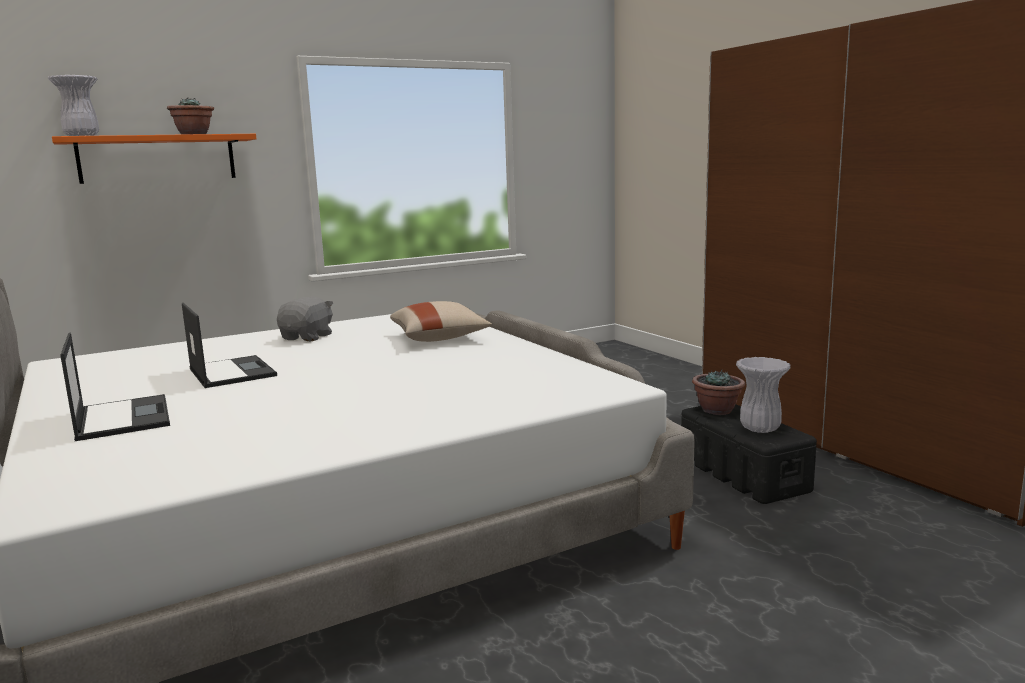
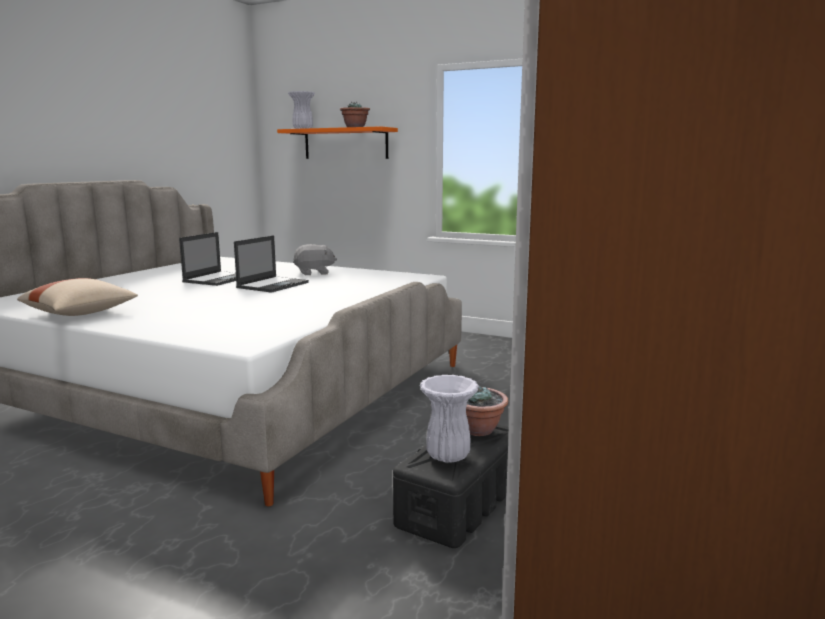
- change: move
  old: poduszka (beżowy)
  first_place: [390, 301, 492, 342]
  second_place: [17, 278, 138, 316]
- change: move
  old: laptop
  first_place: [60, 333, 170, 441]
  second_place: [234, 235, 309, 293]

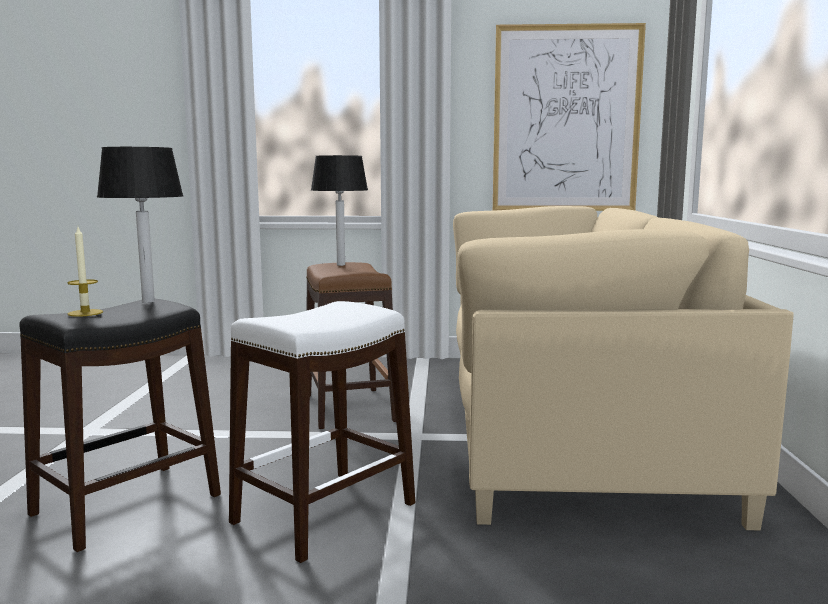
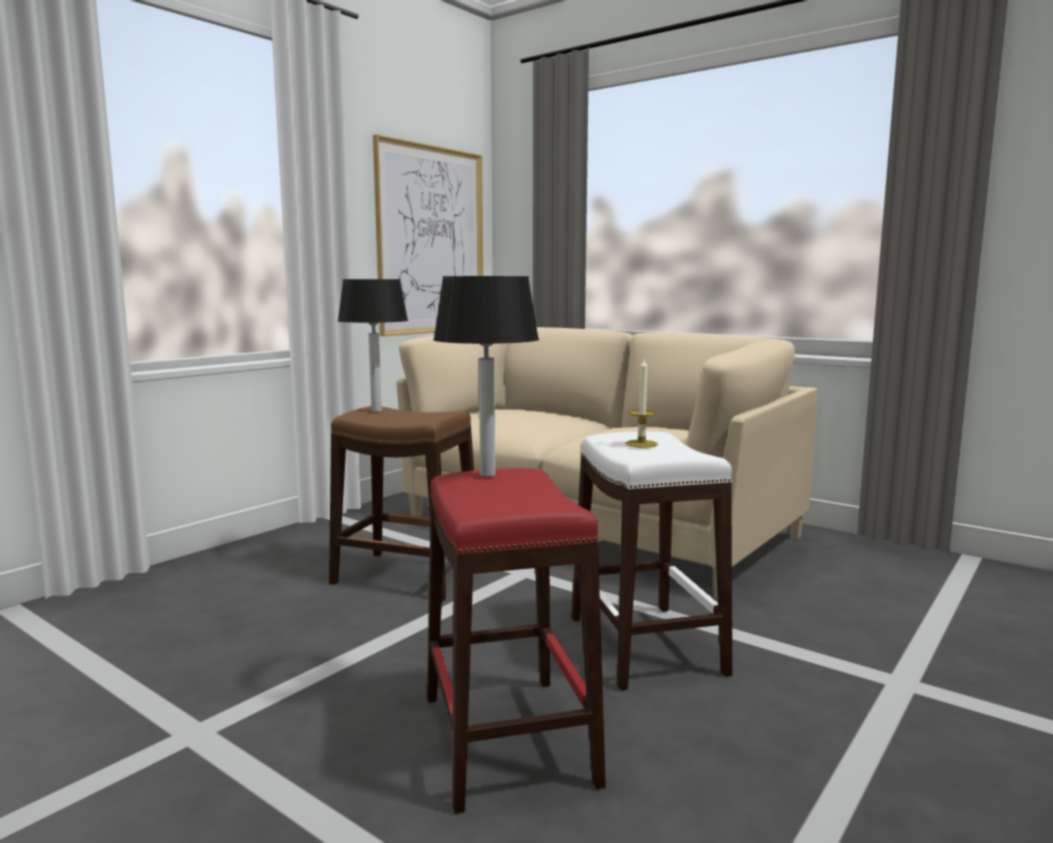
- change: move
  old: świeca
  first_place: [67, 227, 103, 317]
  second_place: [626, 359, 658, 447]
- change: recolor
  old: stołek (czarny)
  new: stołek (czerwony)
  first_place: [19, 299, 221, 552]
  second_place: [427, 468, 606, 814]

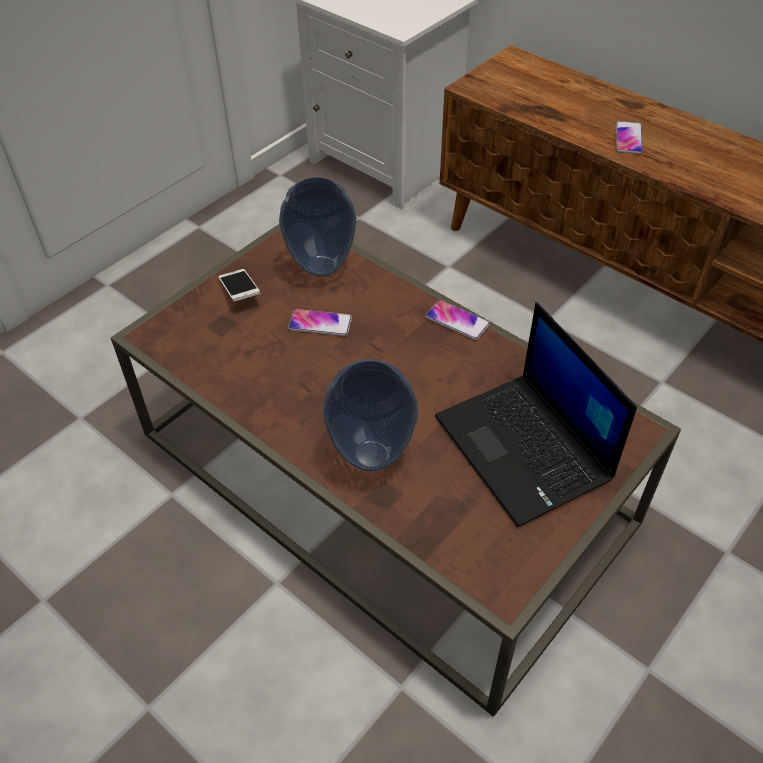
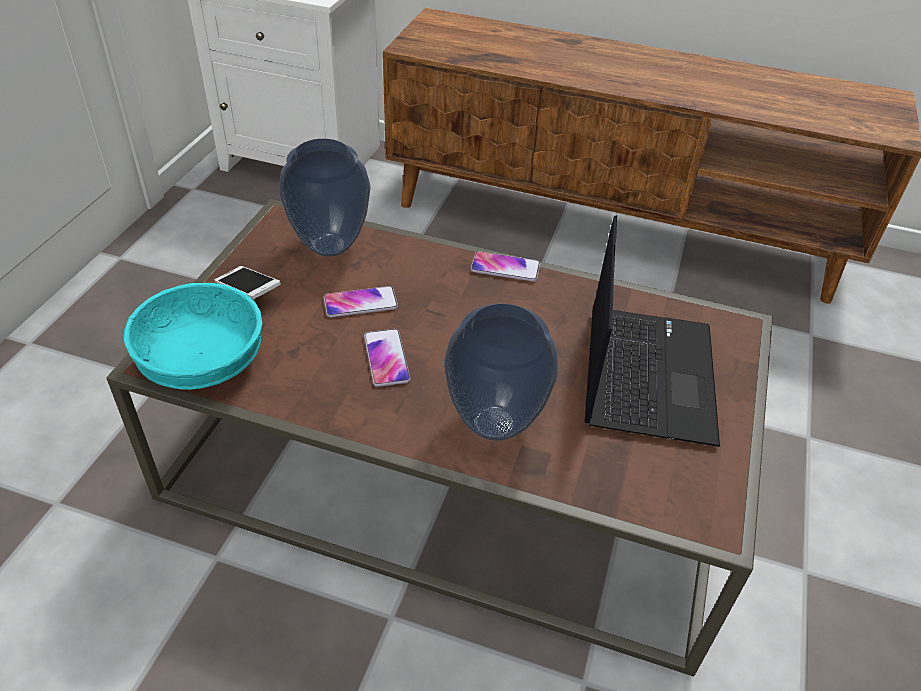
- change: move
  old: telefon
  first_place: [616, 121, 643, 154]
  second_place: [364, 329, 411, 387]
- change: rotate
  old: laptop
  first_place: [435, 302, 637, 527]
  second_place: [585, 215, 720, 447]
  degrees: -120
- change: insert
  new: miska (turkusowy)
  second_place: [124, 283, 262, 390]

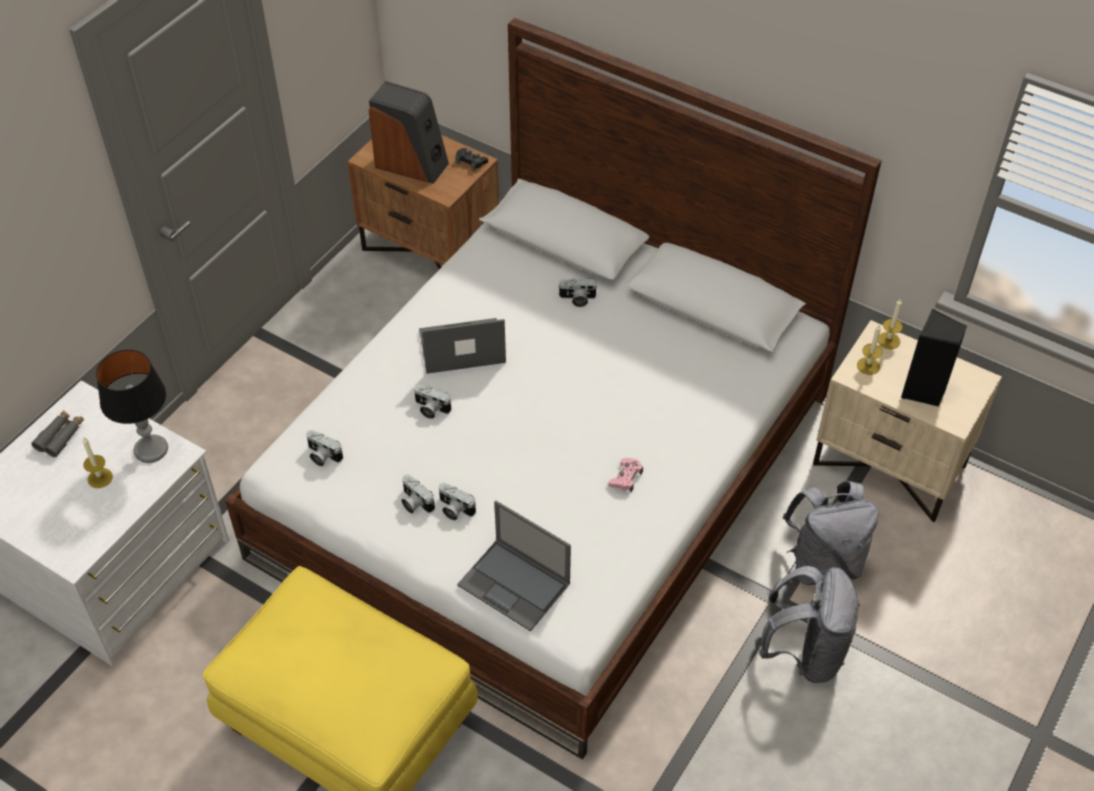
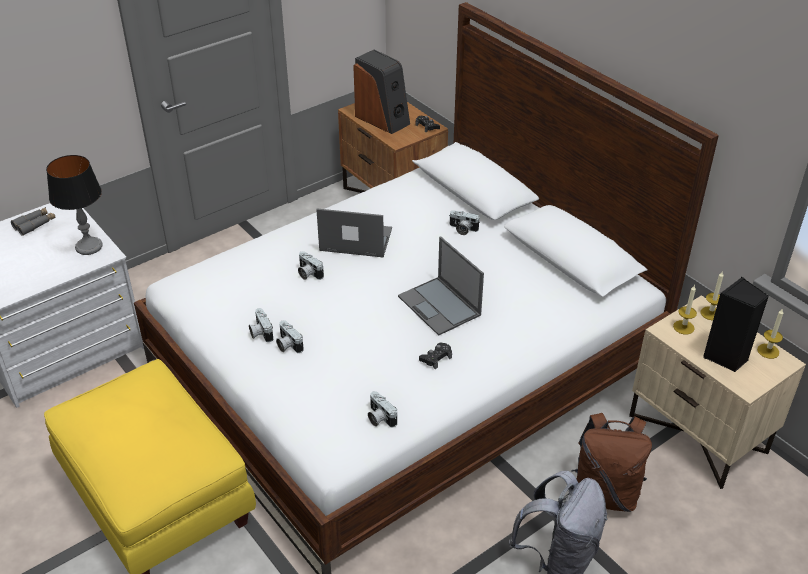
- change: move
  old: aparat fotograficzny
  first_place: [306, 430, 343, 466]
  second_place: [368, 391, 397, 428]
- change: move
  old: świeca
  first_place: [82, 438, 113, 488]
  second_place: [757, 308, 783, 359]
- change: recolor
  old: pad do gier (różowy)
  new: pad do gier (czarny)
  first_place: [609, 458, 643, 492]
  second_place: [419, 343, 452, 369]
- change: recolor
  old: plecak (szary)
  new: plecak (brązowy)
  first_place: [782, 481, 878, 585]
  second_place: [571, 413, 652, 512]
- change: move
  old: laptop
  first_place: [457, 501, 571, 632]
  second_place: [398, 236, 484, 336]

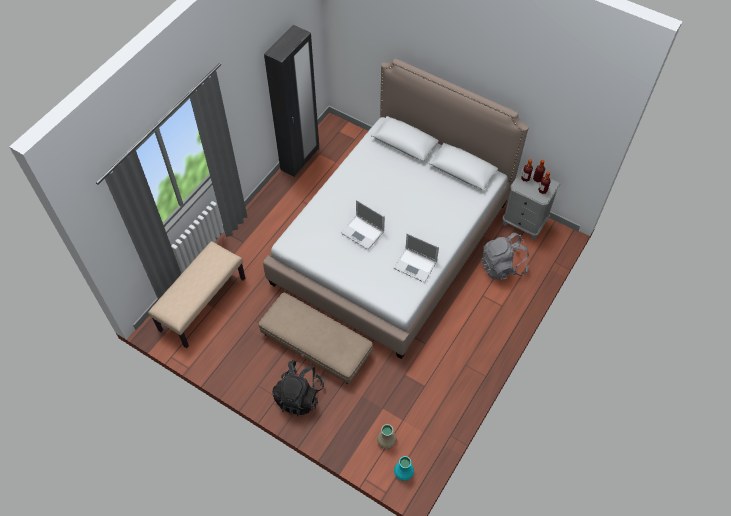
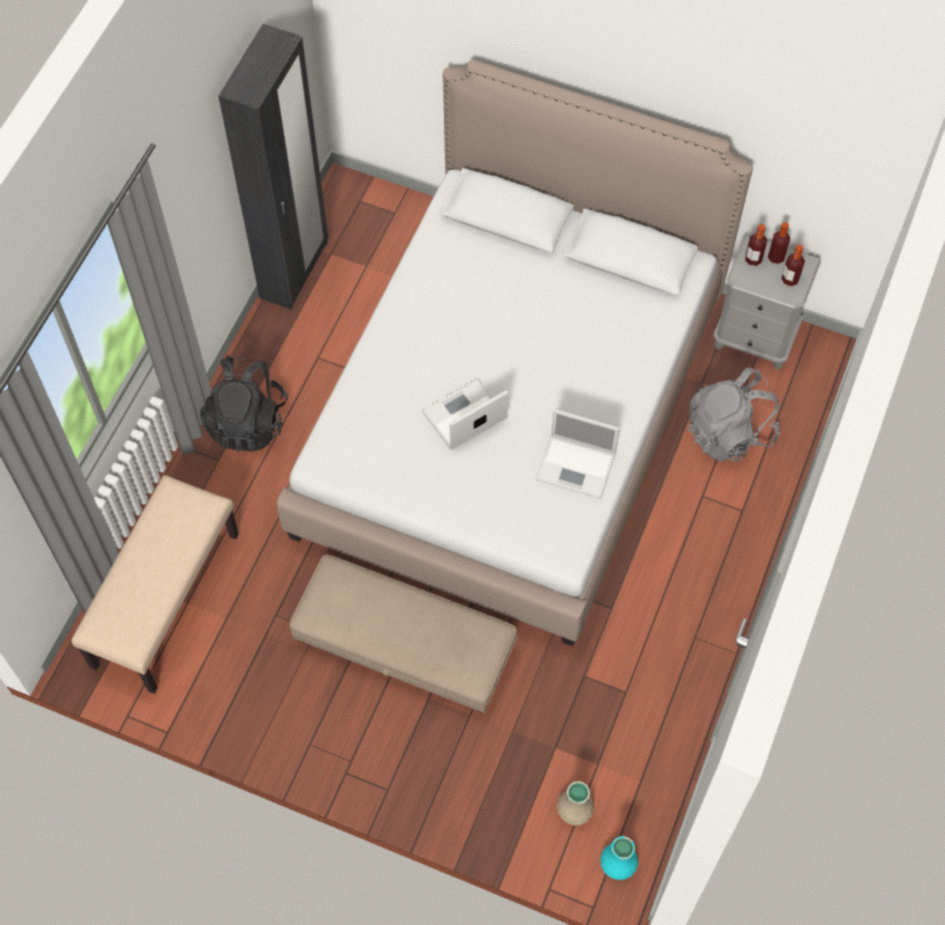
- change: rotate
  old: laptop
  first_place: [341, 200, 385, 250]
  second_place: [422, 379, 508, 450]
  degrees: 120
- change: move
  old: plecak (czarny)
  first_place: [272, 359, 324, 416]
  second_place: [200, 356, 288, 452]

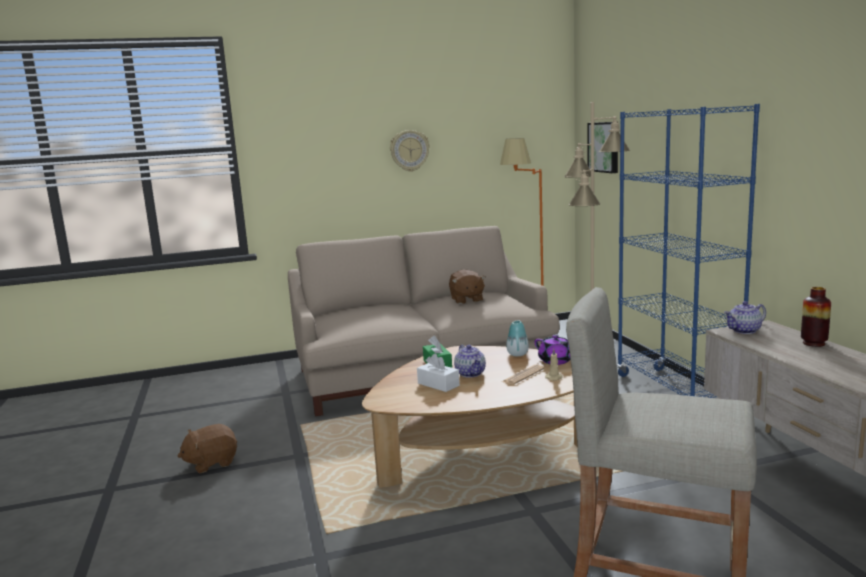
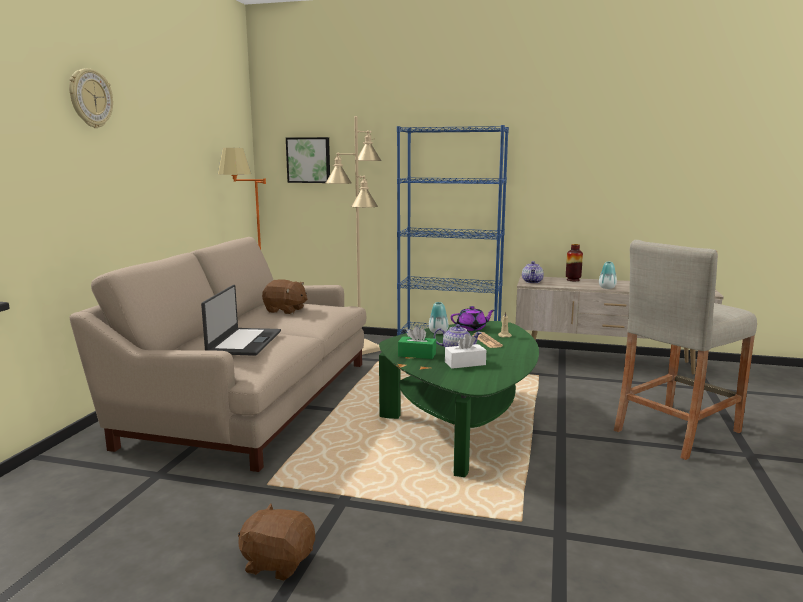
- change: move
  old: zegar ścienny
  first_place: [390, 130, 430, 172]
  second_place: [69, 68, 113, 128]
- change: recolor
  old: ława (brązowy)
  new: ława (zielony)
  first_place: [362, 346, 578, 488]
  second_place: [379, 321, 539, 477]
- change: rotate
  old: pluszak (brązowy)
  first_place: [178, 424, 237, 473]
  second_place: [238, 503, 315, 581]
  degrees: 105
- change: insert
  new: wazon
  second_place: [599, 262, 617, 289]
- change: insert
  new: laptop
  second_place: [201, 285, 281, 356]

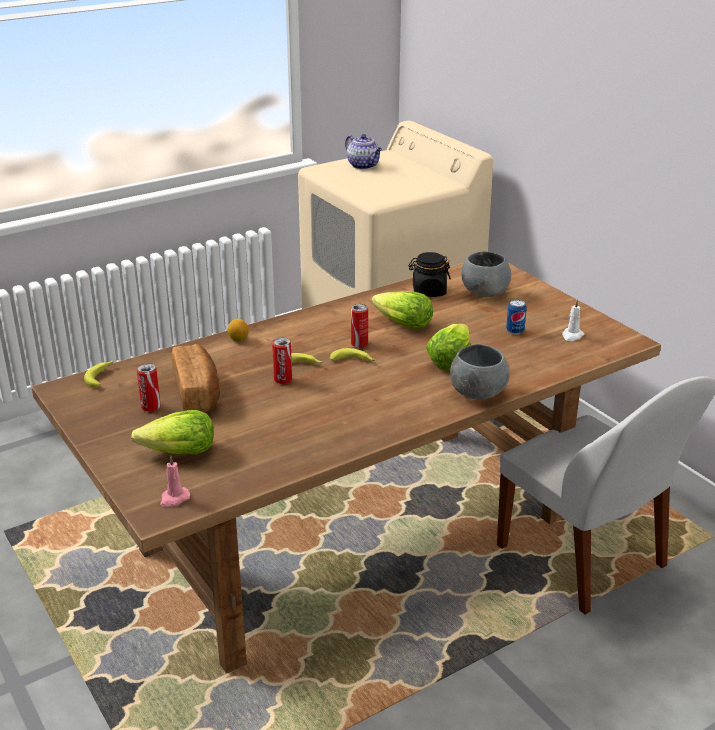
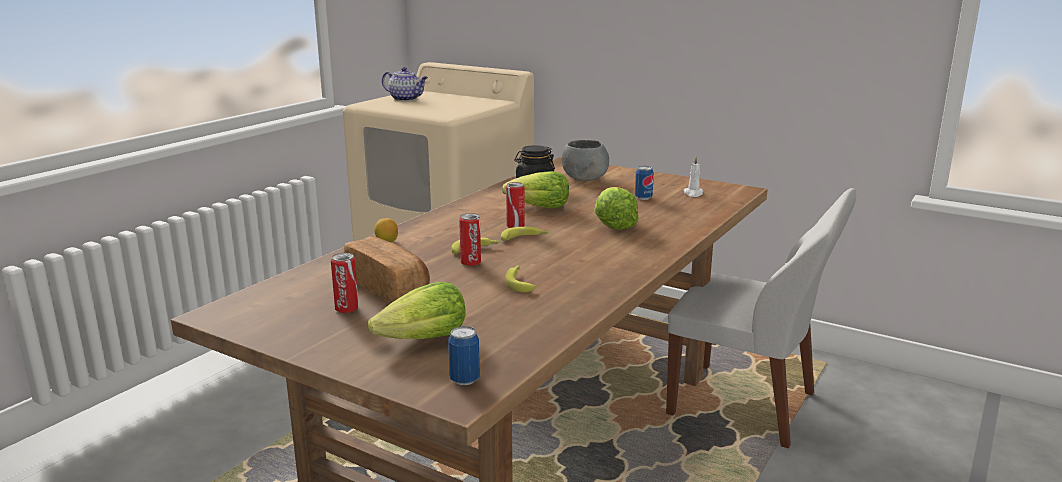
- change: delete
  old: miska (szary)
  first_place: [450, 344, 510, 400]
- change: move
  old: banan
  first_place: [84, 361, 113, 388]
  second_place: [505, 265, 536, 292]
- change: replace
  old: świeca (różowy)
  new: puszka
  first_place: [160, 455, 190, 507]
  second_place: [448, 326, 480, 385]

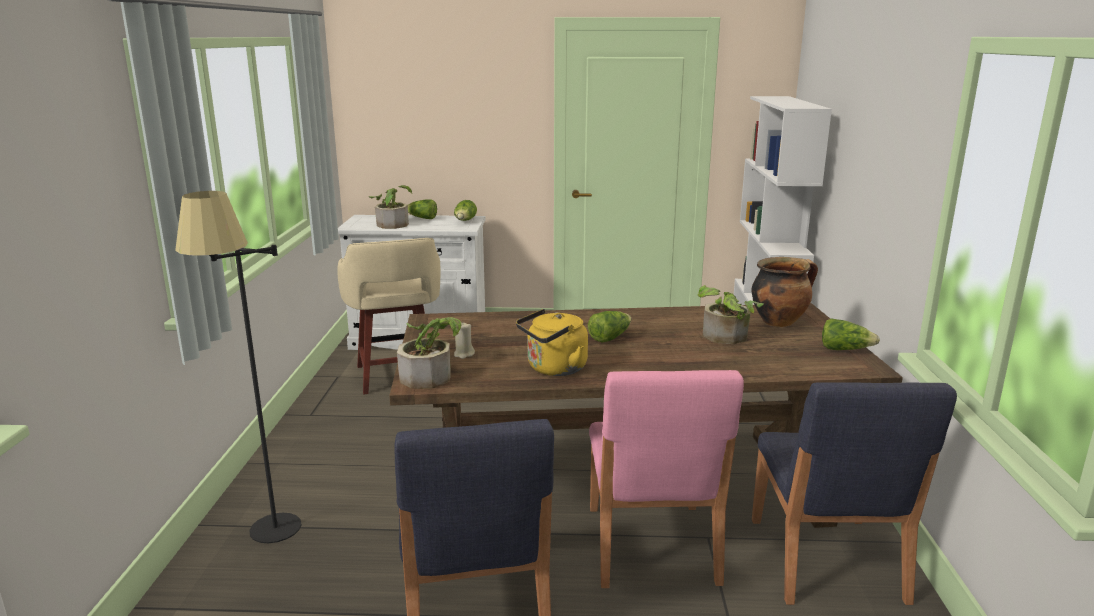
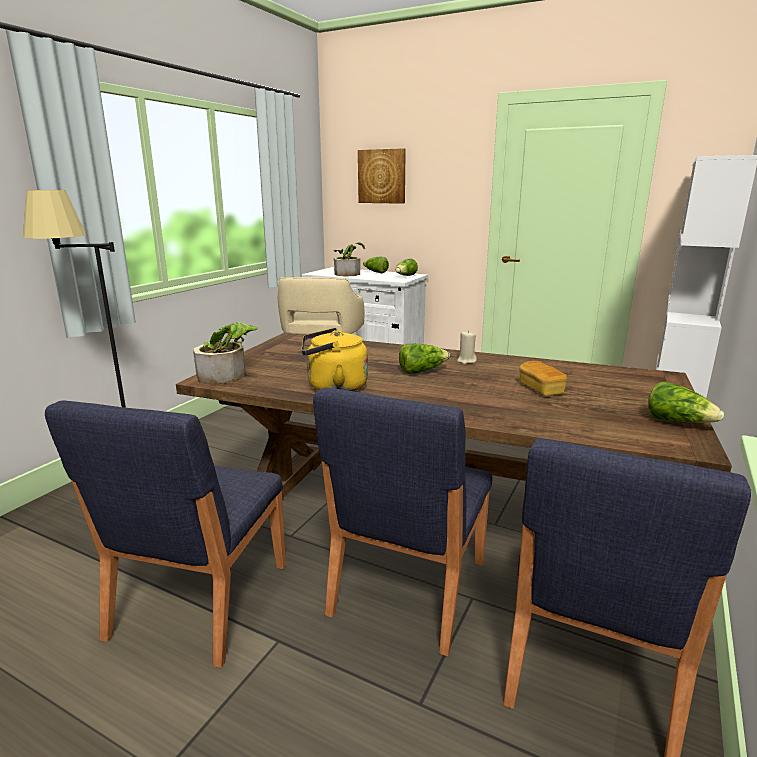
- change: delete
  old: garnek
  first_place: [752, 257, 818, 327]
- change: replace
  old: roślina doniczkowa
  new: chleb
  first_place: [698, 285, 764, 344]
  second_place: [519, 361, 567, 396]
- change: move
  old: świeca (beżowy)
  first_place: [454, 323, 475, 359]
  second_place: [457, 330, 477, 364]
- change: recolor
  old: krzesło (różowy)
  new: krzesło (niebieski)
  first_place: [589, 370, 744, 588]
  second_place: [313, 387, 492, 656]
- change: insert
  new: obraz
  second_place: [358, 148, 406, 204]

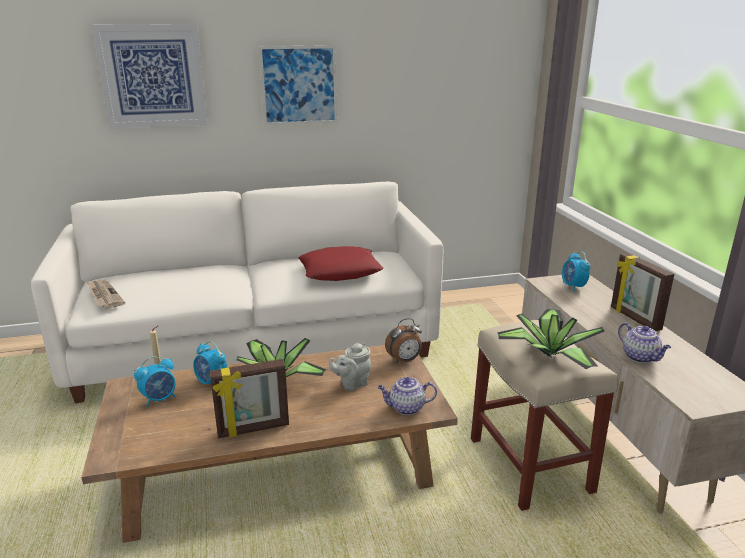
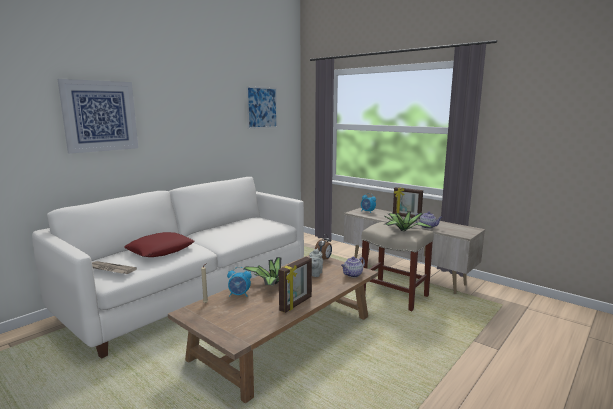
- change: move
  old: obraz
  first_place: [259, 45, 337, 125]
  second_place: [246, 86, 277, 129]
- change: move
  old: poduszka (czerwony)
  first_place: [298, 246, 383, 281]
  second_place: [124, 232, 195, 257]
- change: delete
  old: budzik
  first_place: [134, 356, 176, 407]

